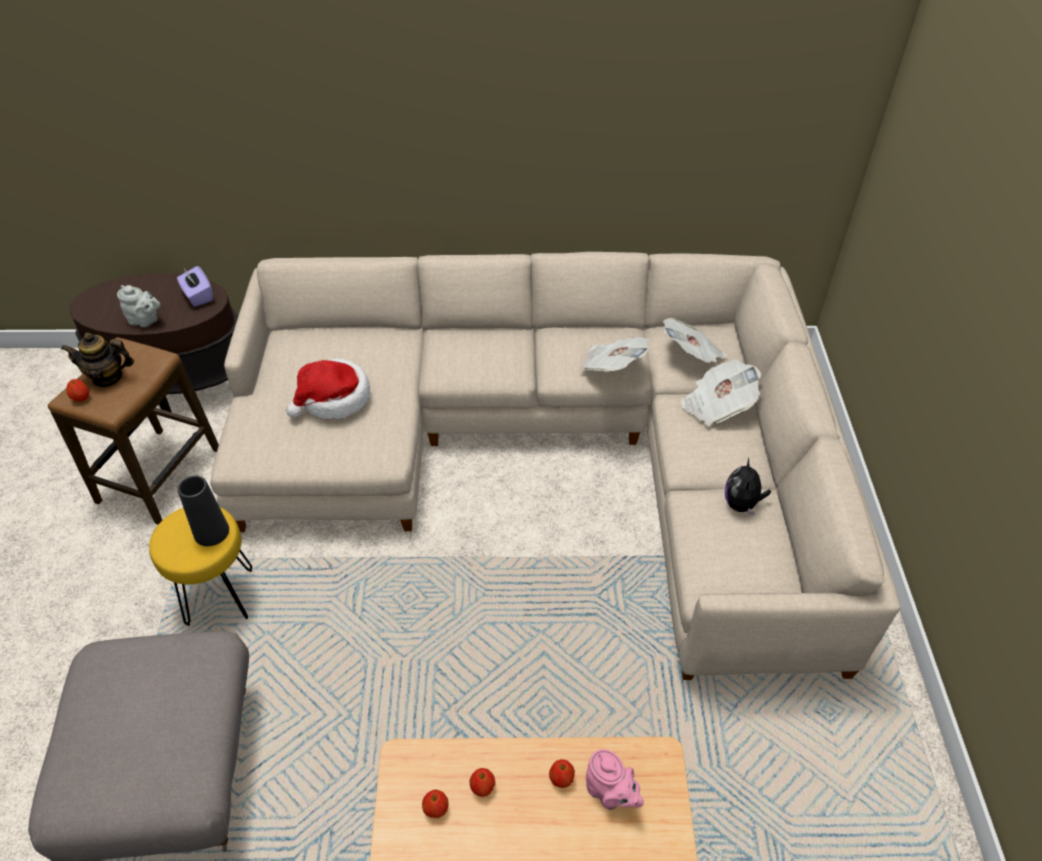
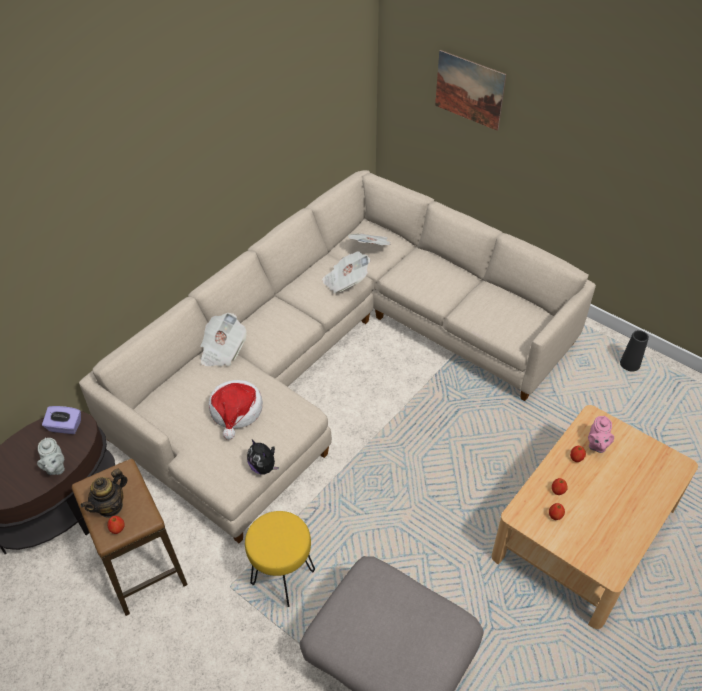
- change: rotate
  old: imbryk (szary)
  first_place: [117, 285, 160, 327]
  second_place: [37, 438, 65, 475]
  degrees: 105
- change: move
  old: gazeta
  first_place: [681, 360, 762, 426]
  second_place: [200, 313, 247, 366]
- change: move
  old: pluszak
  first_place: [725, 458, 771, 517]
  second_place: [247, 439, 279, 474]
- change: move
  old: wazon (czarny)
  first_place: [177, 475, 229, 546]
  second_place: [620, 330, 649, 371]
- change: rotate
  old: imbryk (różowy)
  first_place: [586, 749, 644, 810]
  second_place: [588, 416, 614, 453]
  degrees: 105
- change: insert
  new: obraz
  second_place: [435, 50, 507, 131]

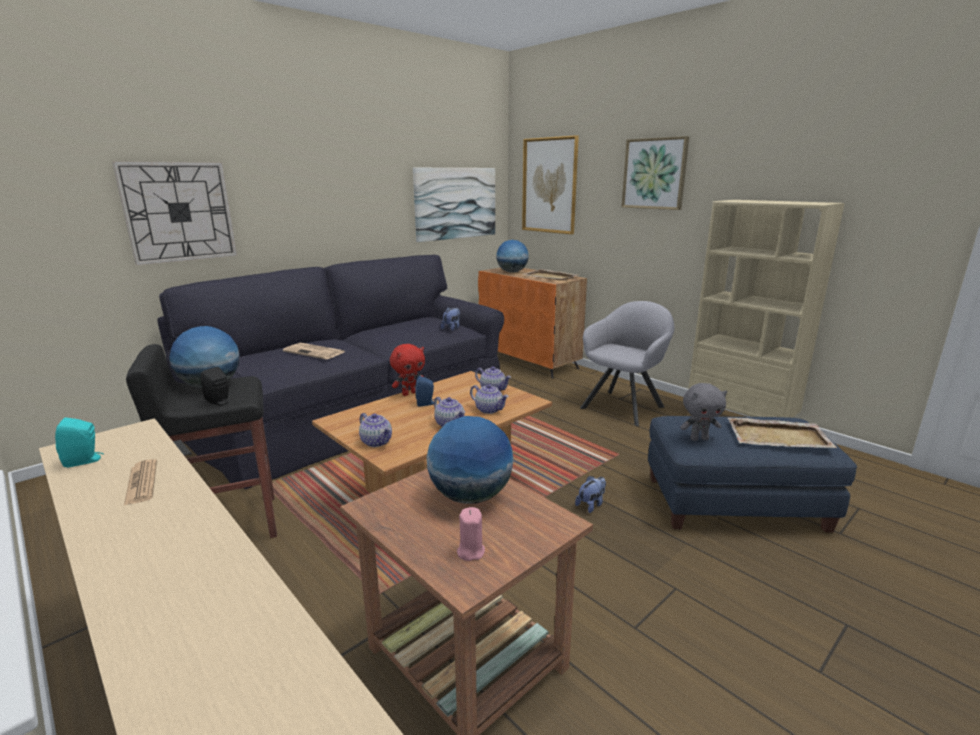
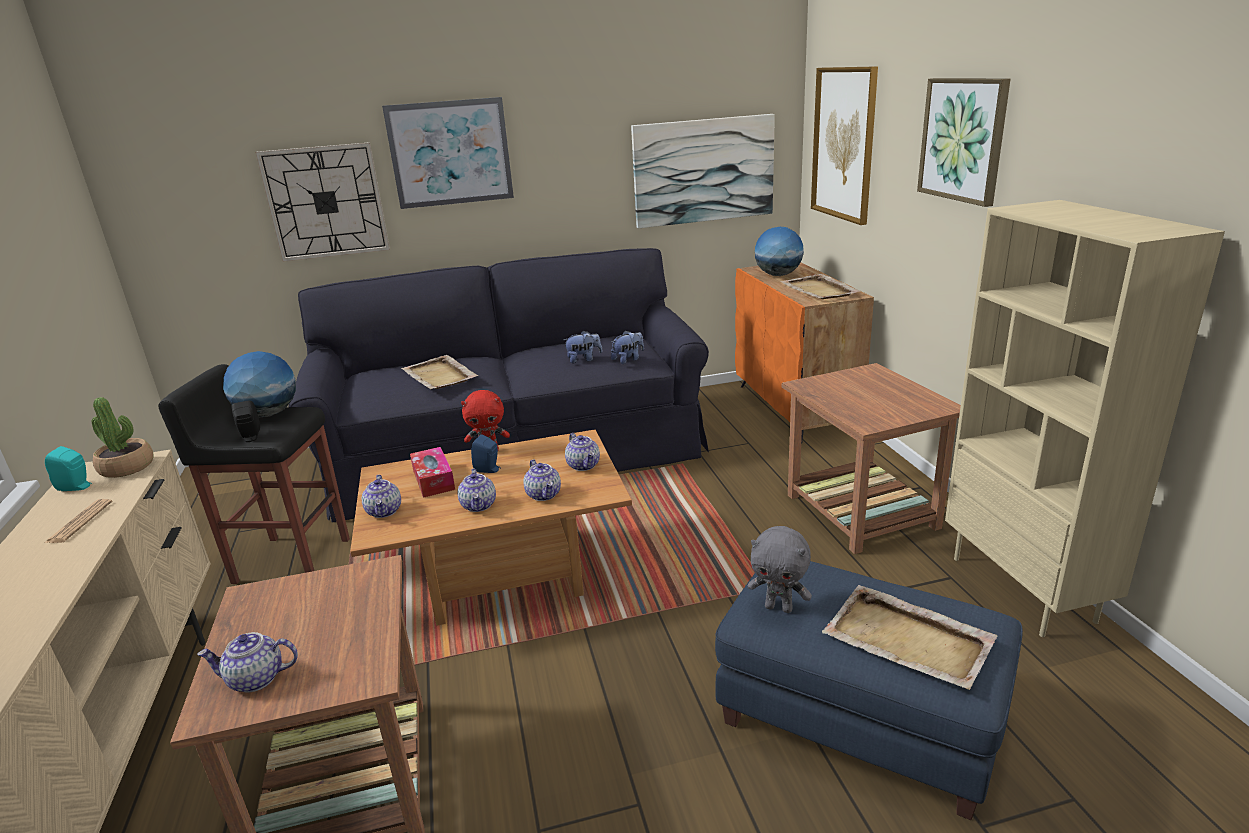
- change: replace
  old: fotel (szary)
  new: stolik (brązowy)
  first_place: [580, 301, 674, 426]
  second_place: [782, 363, 961, 554]
- change: replace
  old: gazeta
  new: taca (beżowy)
  first_place: [283, 343, 344, 359]
  second_place: [401, 355, 478, 389]
- change: delete
  old: globus
  first_place: [427, 416, 514, 504]
- change: move
  old: pluszak
  first_place: [575, 476, 606, 513]
  second_place: [563, 330, 603, 363]
- change: replace
  old: świeca (różowy)
  new: imbryk
  first_place: [457, 507, 485, 561]
  second_place: [197, 632, 298, 693]
- change: insert
  new: obraz
  second_place: [382, 97, 514, 209]
- change: insert
  new: roślina doniczkowa
  second_place: [92, 397, 153, 478]
- change: insert
  new: pudełko chusteczek
  second_place: [410, 447, 455, 498]

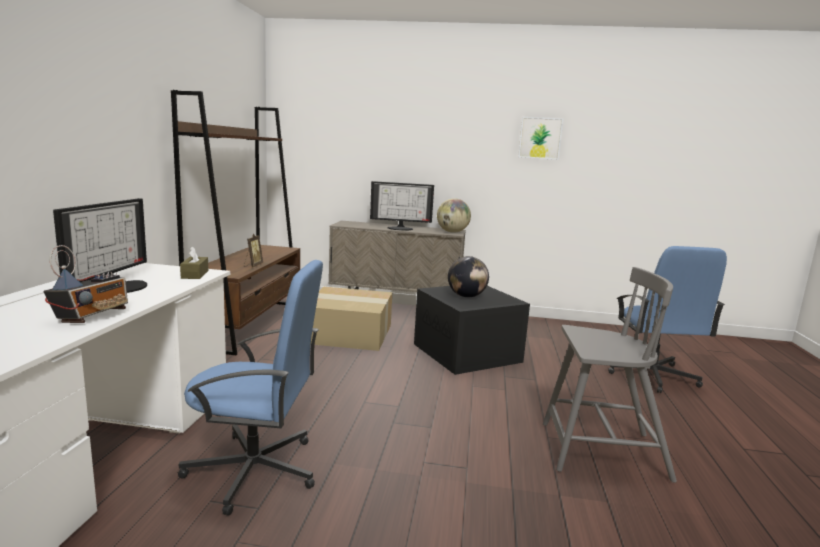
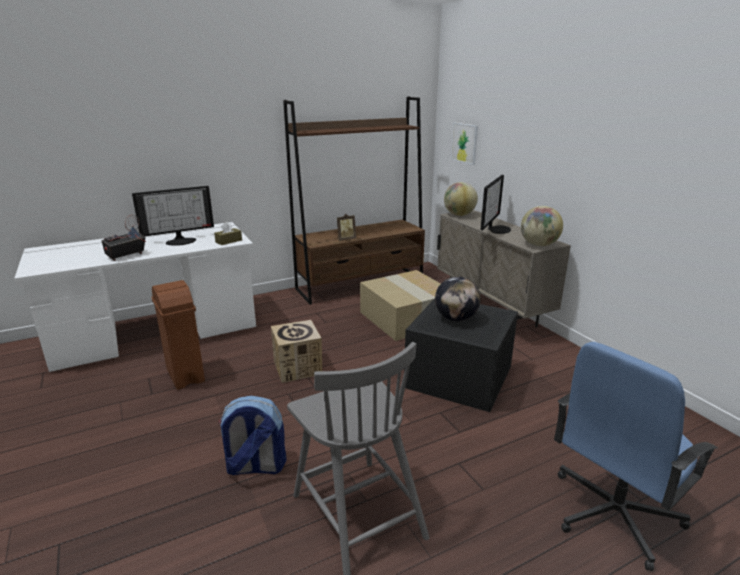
- change: move
  old: obraz
  first_place: [518, 117, 563, 160]
  second_place: [451, 122, 478, 165]
- change: rotate
  old: monitor
  first_place: [370, 181, 434, 231]
  second_place: [480, 175, 511, 234]
  degrees: -120
- change: rotate
  old: radio
  first_place: [43, 245, 128, 323]
  second_place: [101, 215, 146, 261]
  degrees: 150
- change: replace
  old: krzesło biurowe (niebieski)
  new: kosz na śmieci (brązowy)
  first_place: [178, 260, 323, 516]
  second_place: [151, 280, 205, 390]
- change: insert
  new: globus
  second_place: [444, 182, 478, 216]
- change: insert
  new: karton
  second_place: [271, 320, 322, 383]
- change: insert
  new: plecak
  second_place: [218, 396, 287, 475]

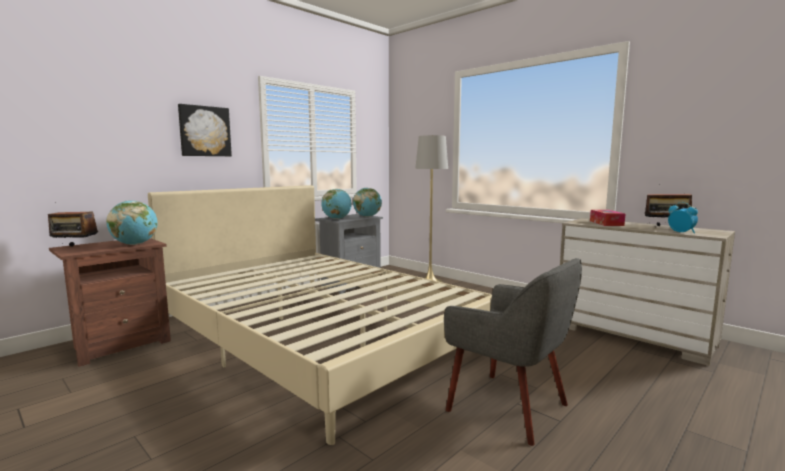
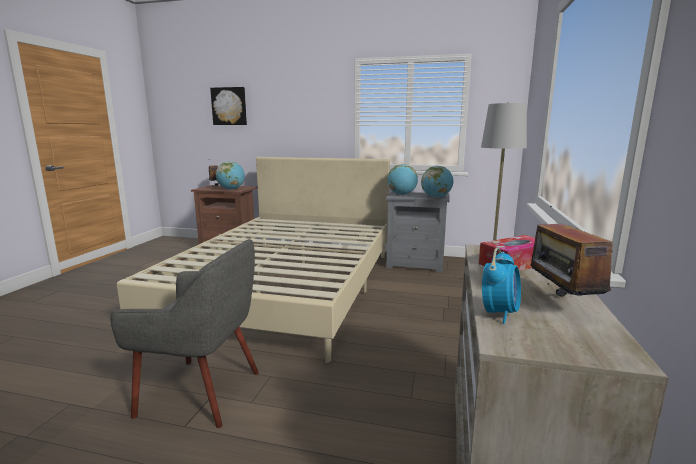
- change: move
  old: obraz
  first_place: [178, 104, 232, 156]
  second_place: [210, 87, 247, 125]
- change: rotate
  old: fotel (szary)
  first_place: [444, 258, 582, 446]
  second_place: [110, 239, 259, 428]
  degrees: -90

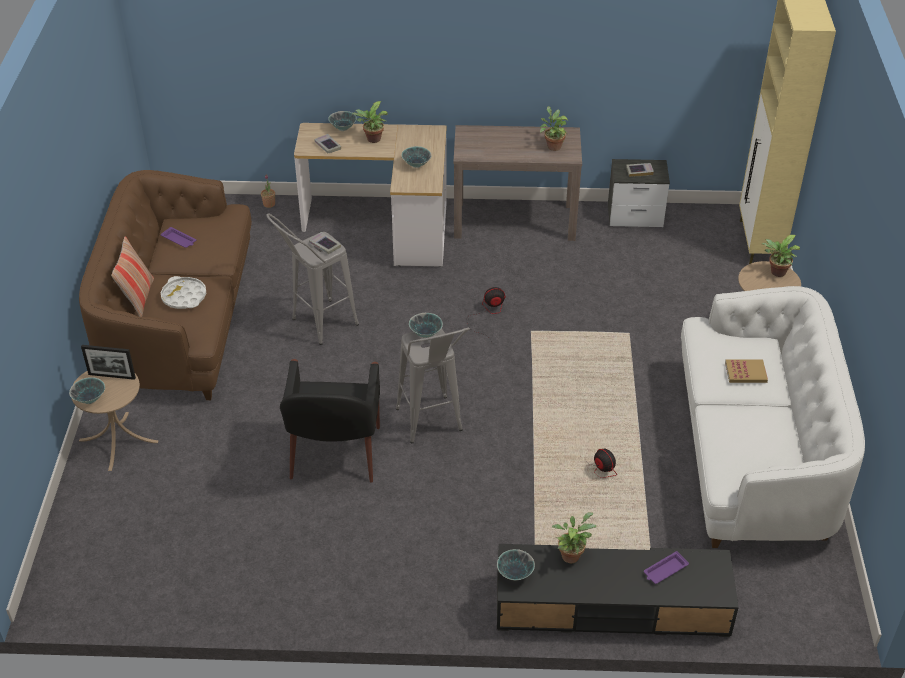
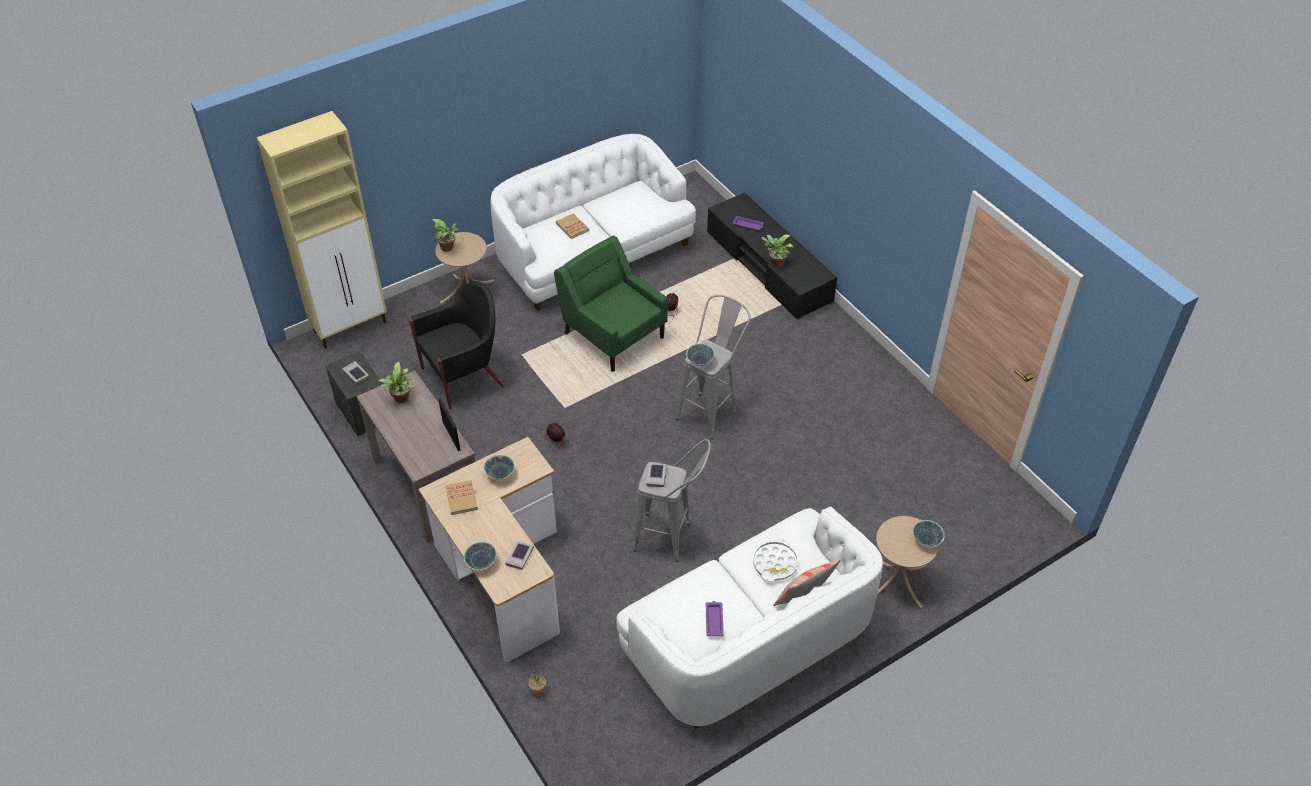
- change: delete
  old: roślina doniczkowa
  first_place: [352, 101, 388, 143]
- change: recolor
  old: kanapa (brązowy)
  new: kanapa (biały)
  first_place: [79, 170, 252, 400]
  second_place: [617, 506, 883, 729]
- change: move
  old: ramka na zdjęcie
  first_place: [81, 345, 136, 380]
  second_place: [438, 398, 461, 451]
- change: move
  old: fotel (czarny)
  first_place: [280, 359, 380, 483]
  second_place: [409, 281, 504, 410]
- change: delete
  old: miska
  first_place: [497, 549, 535, 580]
- change: insert
  new: fotel (zielony)
  second_place: [554, 236, 668, 372]
- change: insert
  new: książka
  second_place: [445, 480, 478, 515]

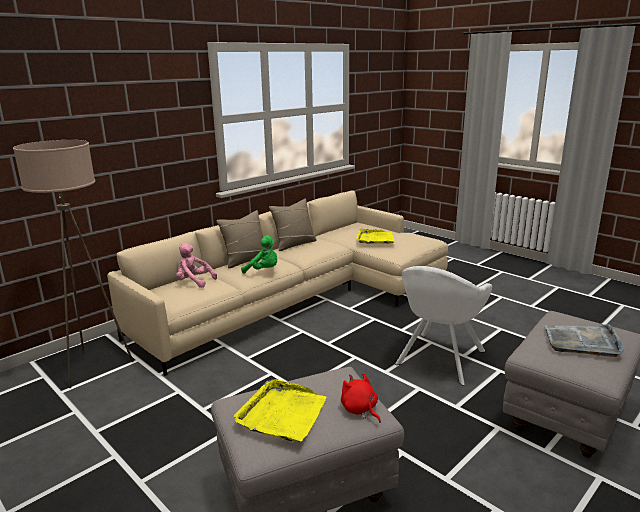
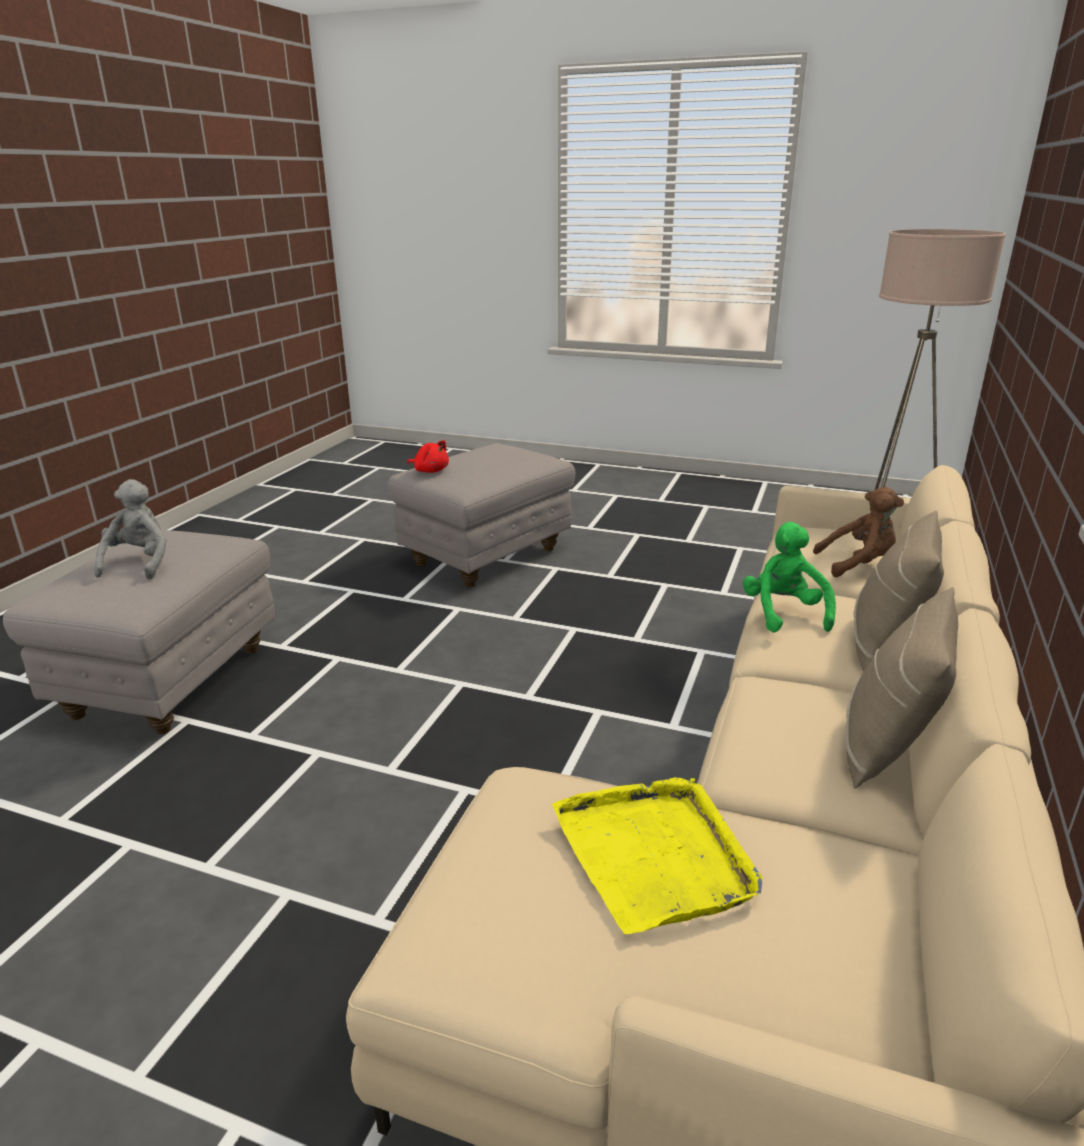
- change: rotate
  old: pluszak (zielony)
  first_place: [241, 235, 277, 274]
  second_place: [743, 522, 836, 633]
  degrees: 90
- change: recolor
  old: pluszak (różowy)
  new: pluszak (brązowy)
  first_place: [176, 243, 217, 288]
  second_place: [813, 487, 904, 577]
- change: delete
  old: fotel (biały)
  first_place: [395, 266, 492, 385]
- change: replace
  old: taca (szary)
  new: pluszak (szary)
  first_place: [544, 324, 625, 357]
  second_place: [94, 479, 167, 579]
- change: delete
  old: taca (żółty)
  first_place: [234, 379, 326, 442]

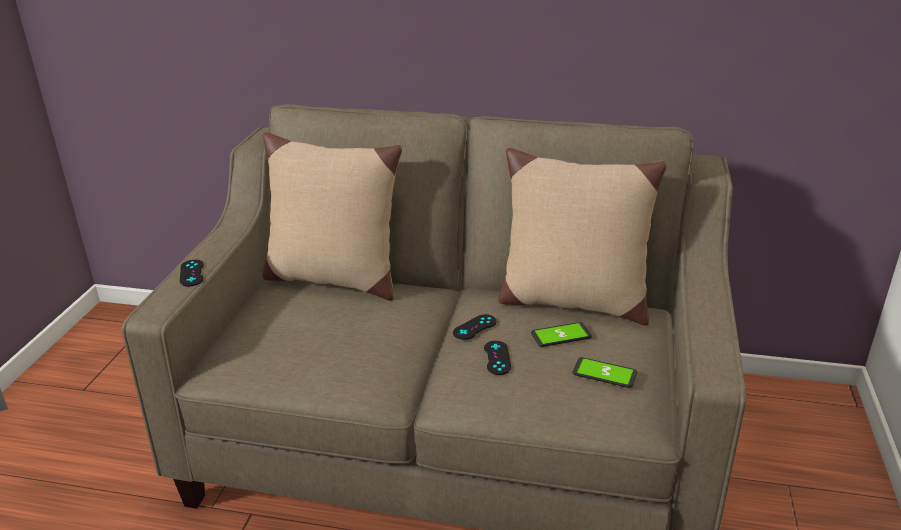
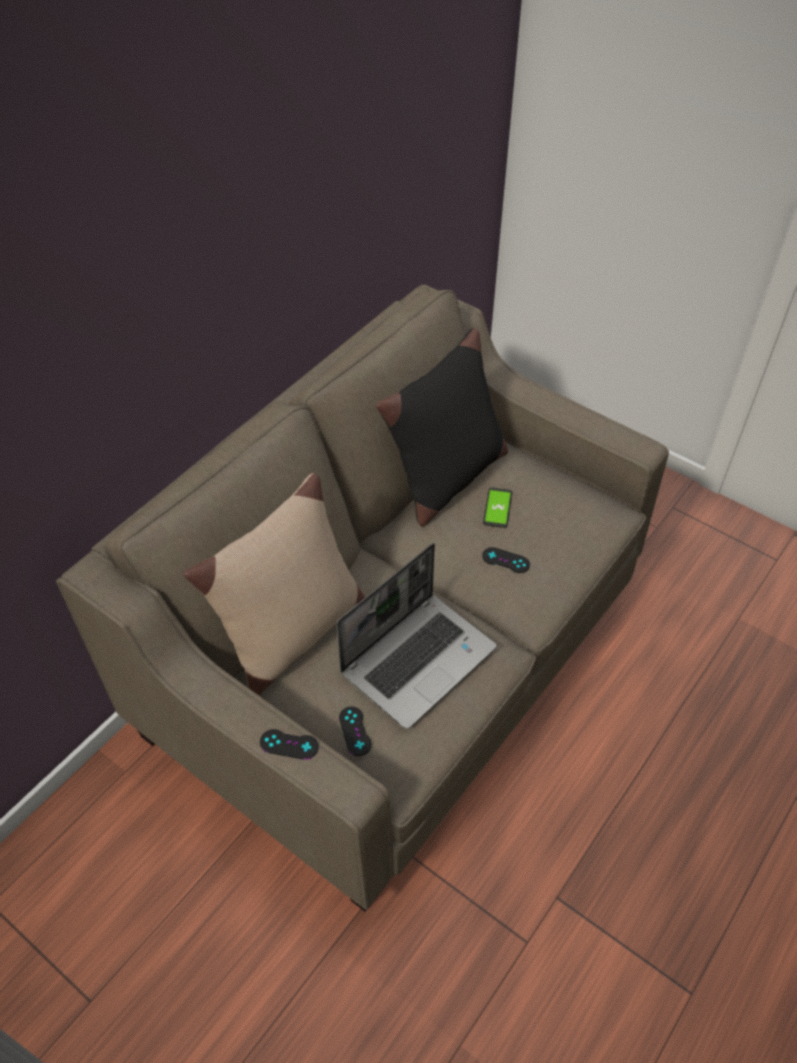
- change: recolor
  old: poduszka (beżowy)
  new: poduszka (czarny)
  first_place: [498, 148, 666, 326]
  second_place: [376, 328, 508, 526]
- change: move
  old: pad do gier (czarny)
  first_place: [453, 314, 496, 340]
  second_place: [339, 706, 372, 756]
- change: delete
  old: telefon
  first_place: [572, 357, 637, 388]
- change: insert
  new: laptop
  second_place: [336, 543, 496, 729]

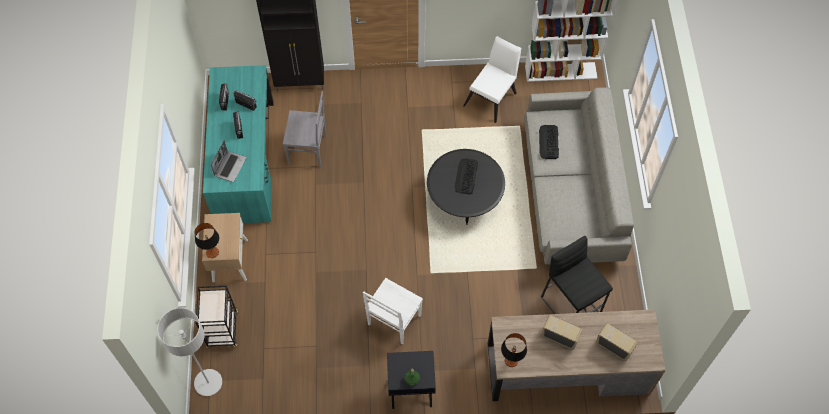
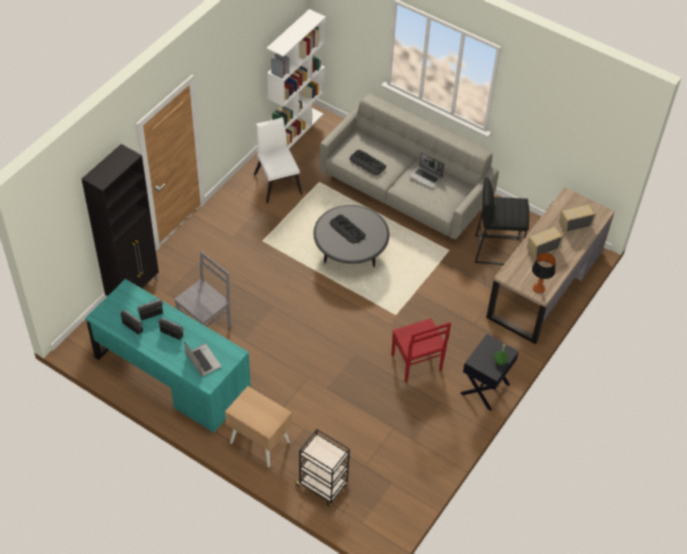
- change: delete
  old: lampa stołowa
  first_place: [194, 223, 219, 258]
- change: recolor
  old: krzesło (biały)
  new: krzesło (czerwony)
  first_place: [363, 278, 423, 345]
  second_place: [391, 318, 451, 383]
- change: delete
  old: lampa stojąca (szary)
  first_place: [157, 308, 222, 396]
- change: insert
  new: laptop
  second_place: [409, 152, 445, 189]

